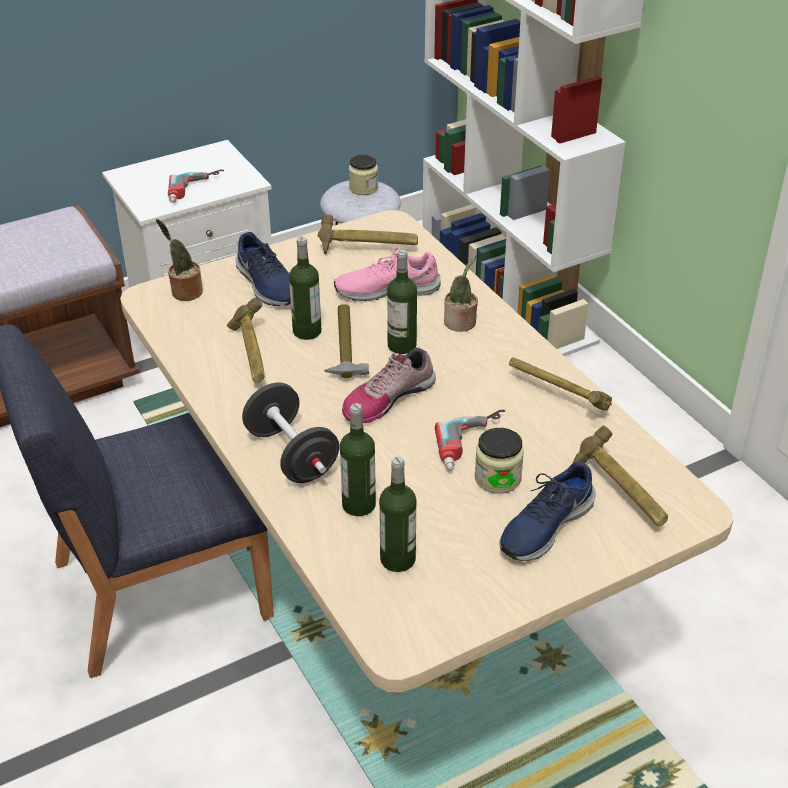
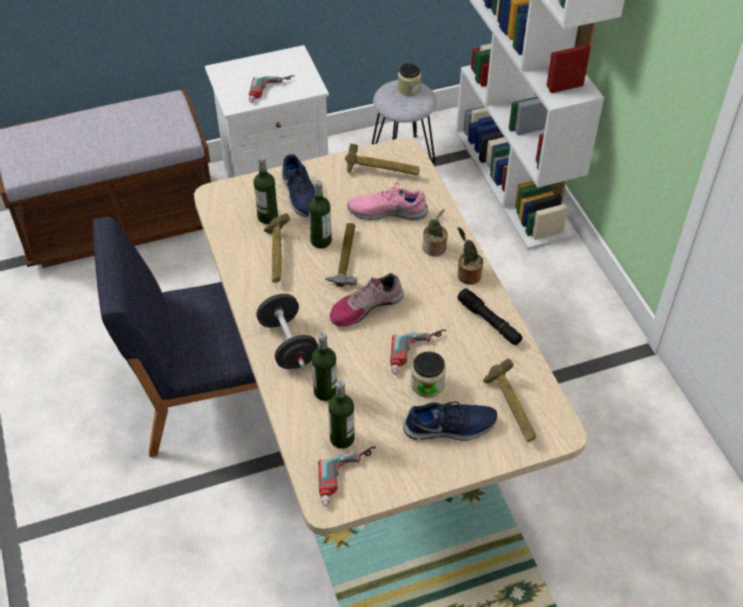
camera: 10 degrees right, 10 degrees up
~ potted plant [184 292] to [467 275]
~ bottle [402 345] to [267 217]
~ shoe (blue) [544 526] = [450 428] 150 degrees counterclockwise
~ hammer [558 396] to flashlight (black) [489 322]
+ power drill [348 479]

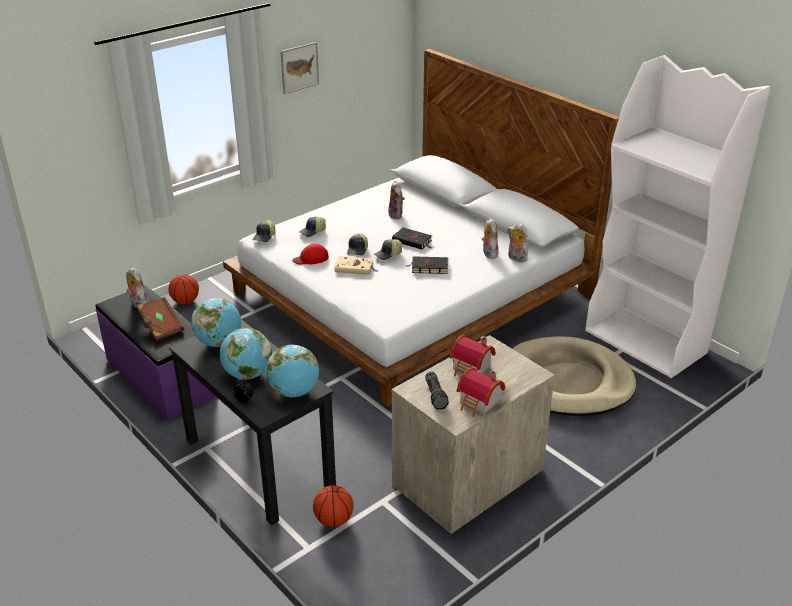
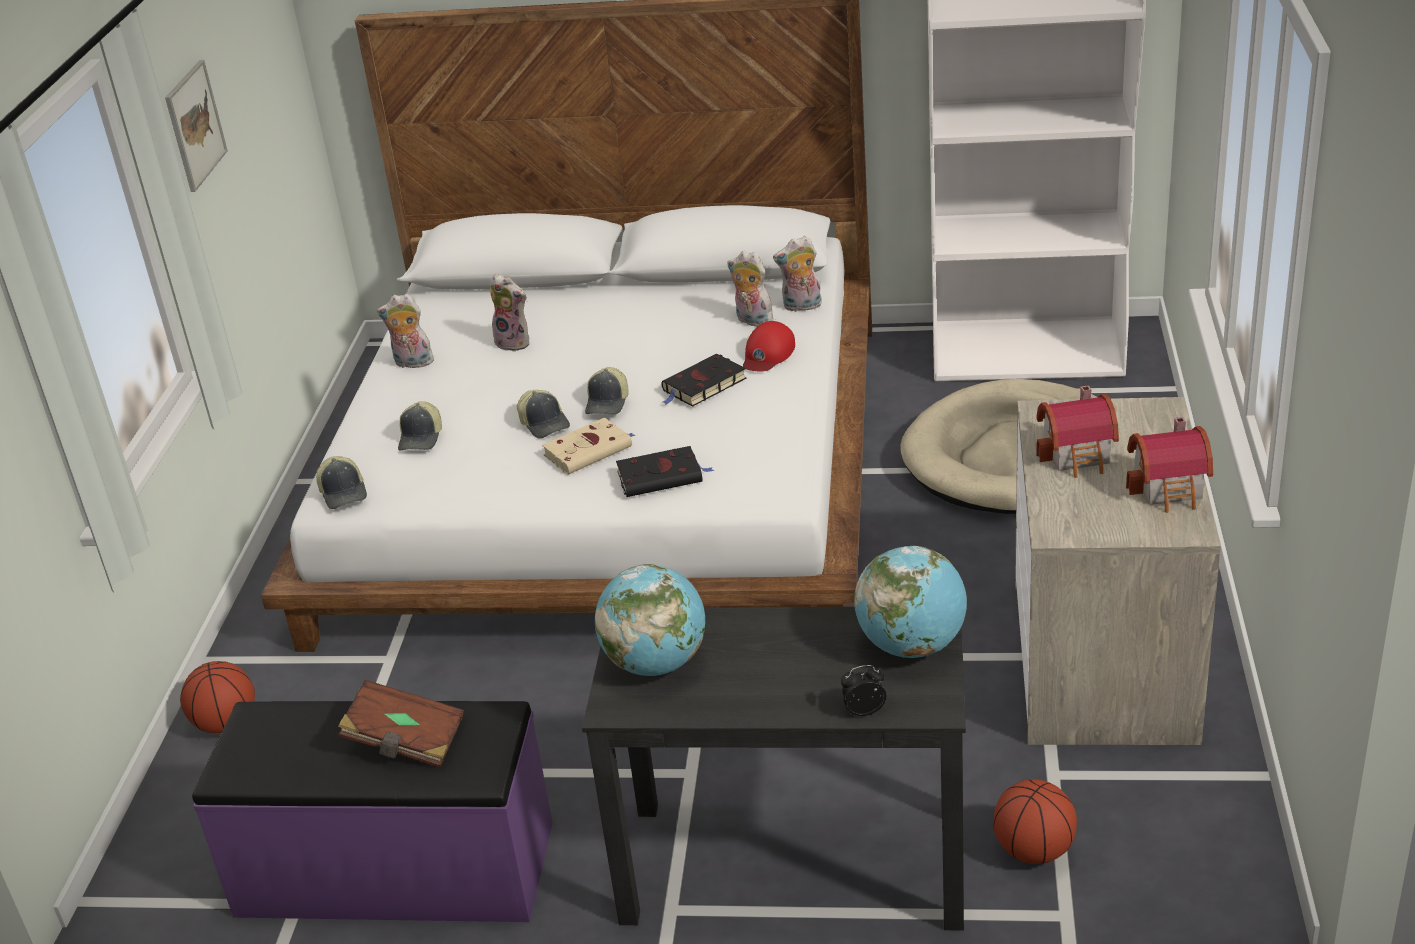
camera: 40 degrees left, 0 degrees up
~ plush toy [138 304] to [412 363]
- globe [247 374]
~ cap (red) [311 258] to [767 354]
~ book (black) [413 241] to [662 476]
- flashlight [436 395]

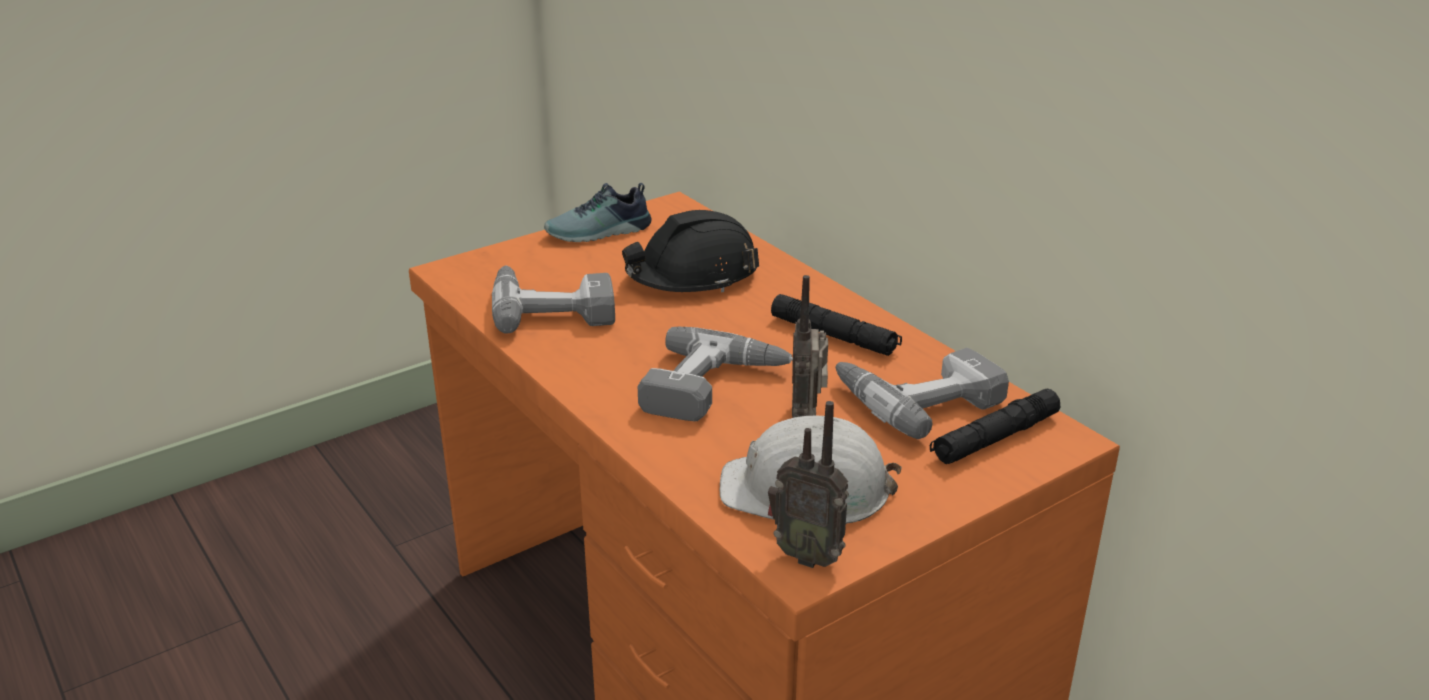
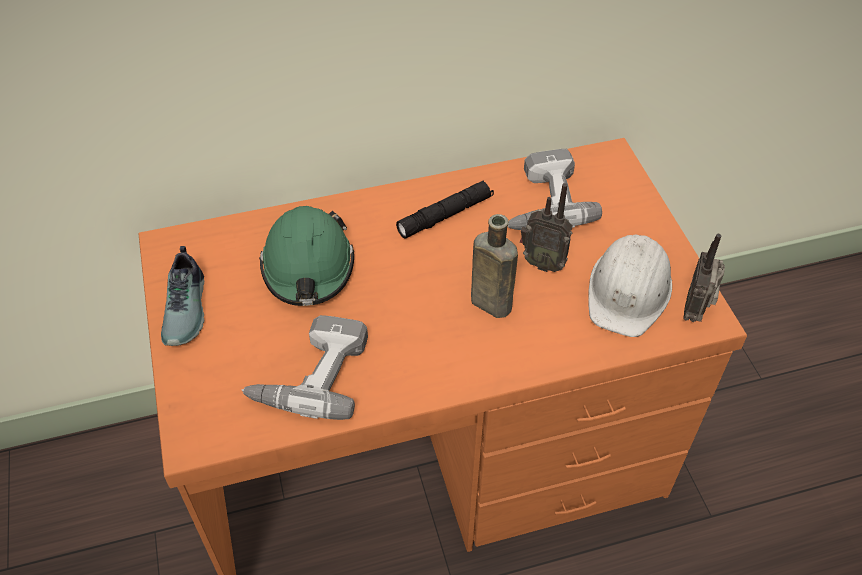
camera: 70 degrees left, 20 degrees up
~ hard hat (black) [692 275] to hard hat (green) [308 267]
~ power drill [714 388] to bottle (brown) [488 302]
~ radio [807 555] = [695 311] 150 degrees clockwise
- flashlight (black) [994 438]

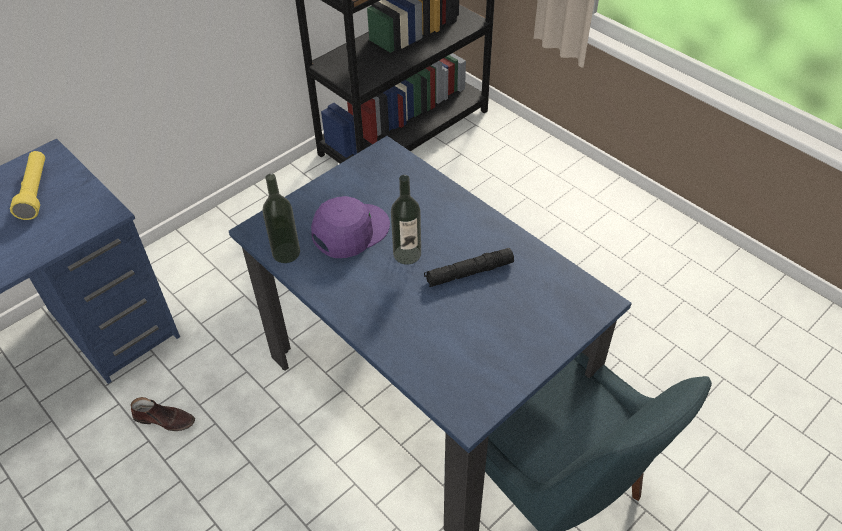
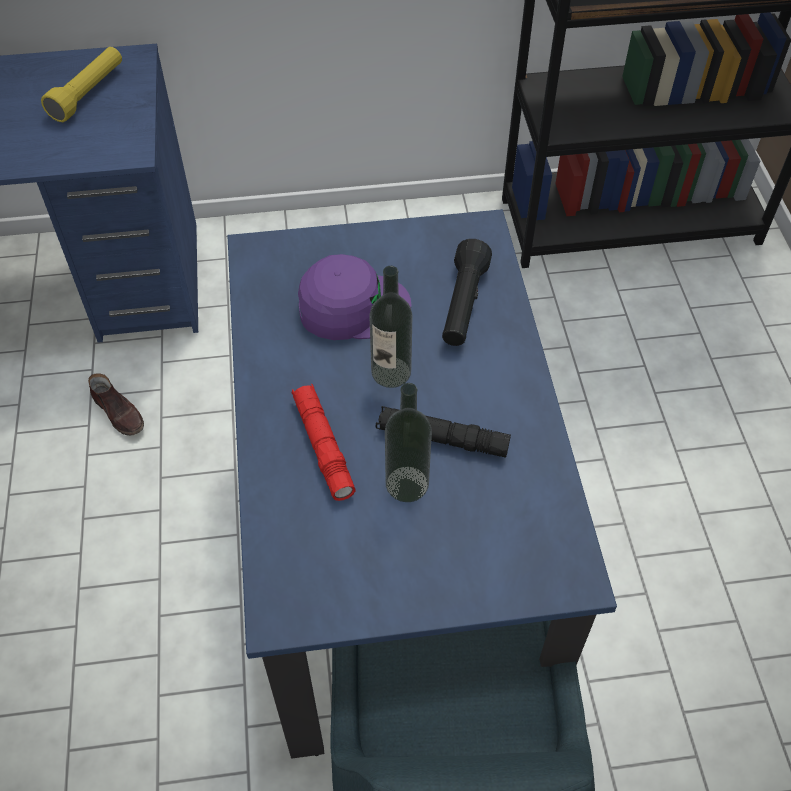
camera: 35 degrees right, 5 degrees up
~ bottle [286 253] to [407 484]
+ flashlight (red) [323 446]
+ flashlight (black) [463 305]

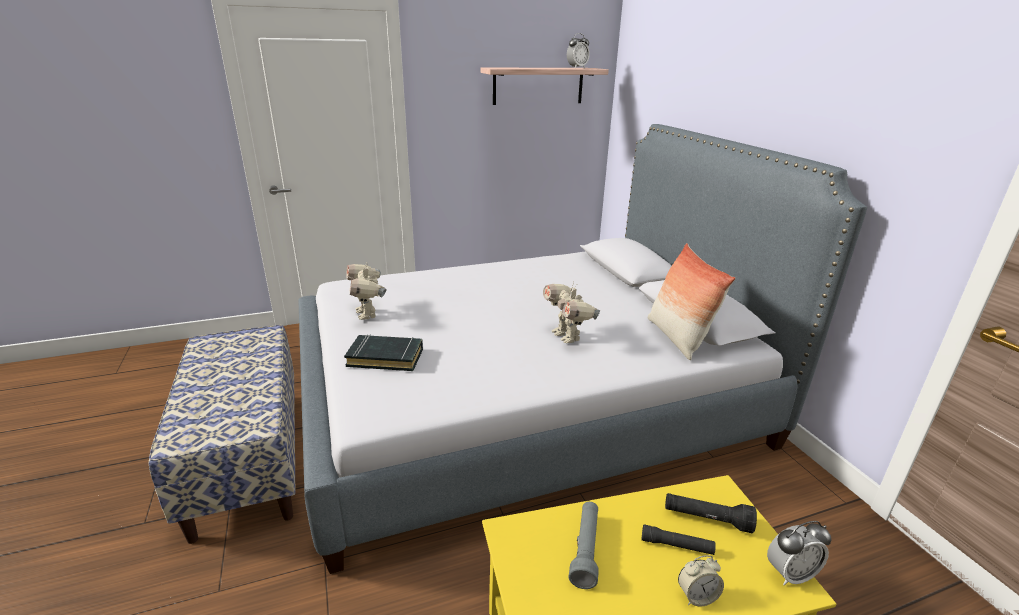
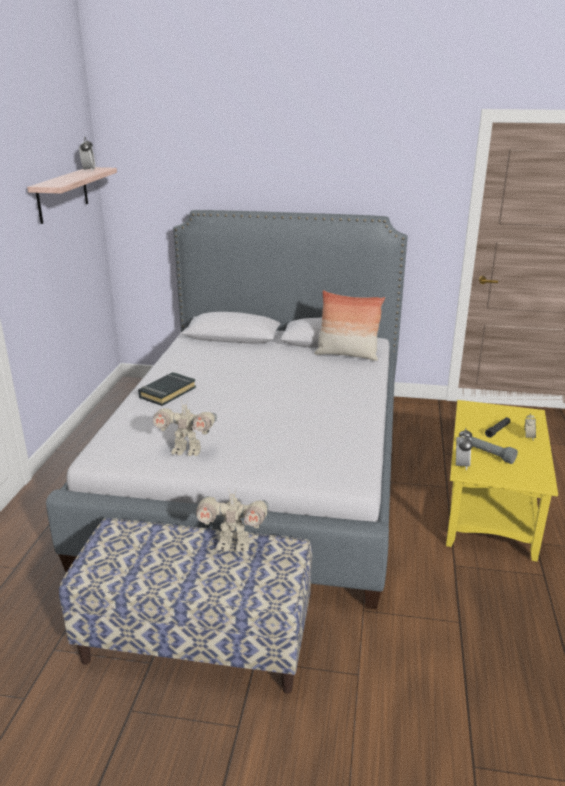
camera: 60 degrees left, 0 degrees up
~ book (black) [385 357] to [167 392]
~ toy robot [567 336] to [233 544]
- flashlight (black) [706 519]
~ alarm clock [790 574] to [461 465]

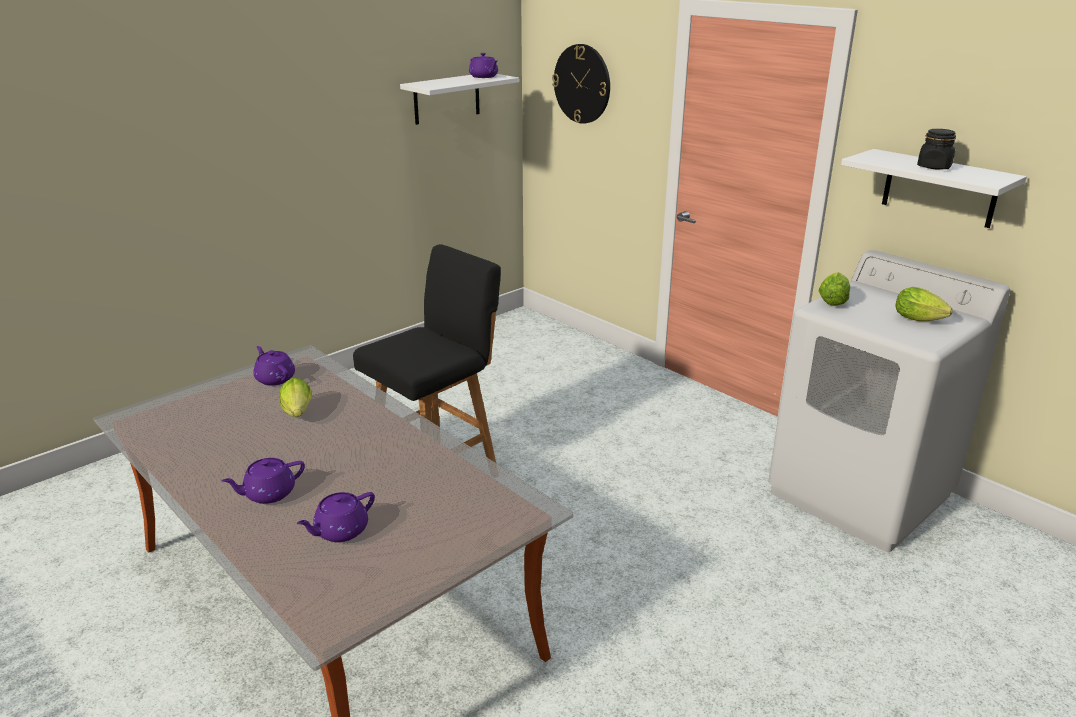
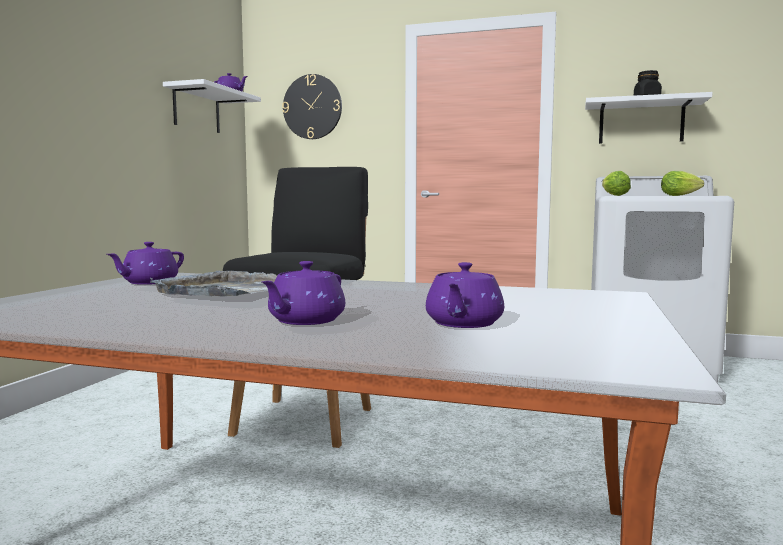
camera: 30 degrees left, 20 degrees down
~ teapot (purple) [275 378] = [149 283] 75 degrees counterclockwise
~ lettuce [298 414] to tray (grey) [227 291]

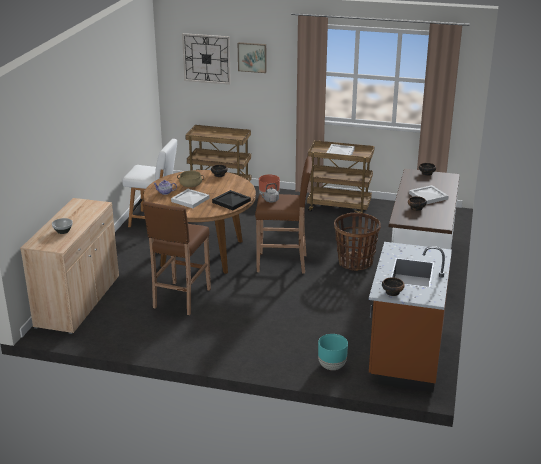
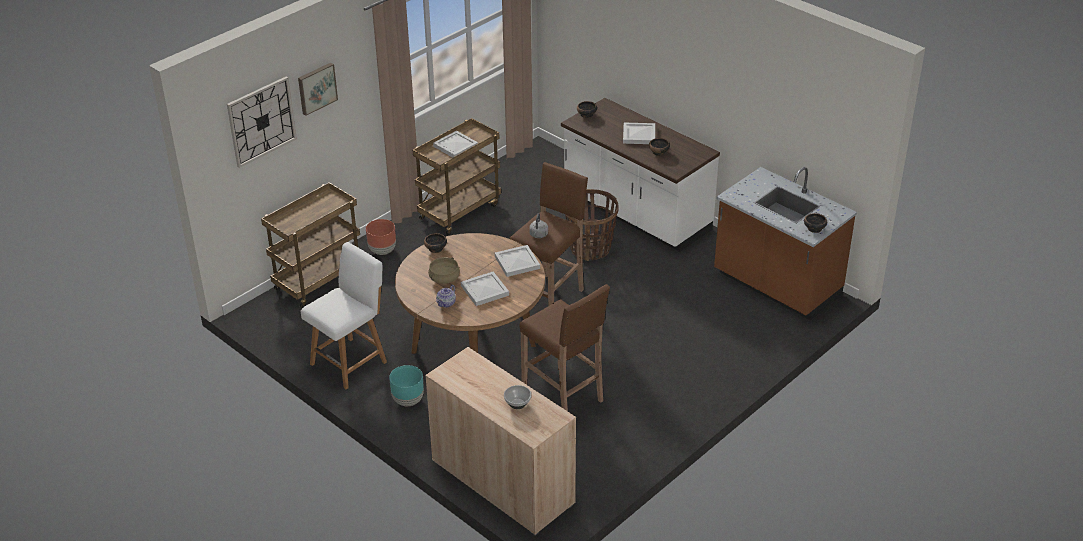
camera: 60 degrees left, 10 degrees up
~ tray (black) [231 202] to tray (white) [518 262]
~ planter (turquoise) [332 366] to [408 400]

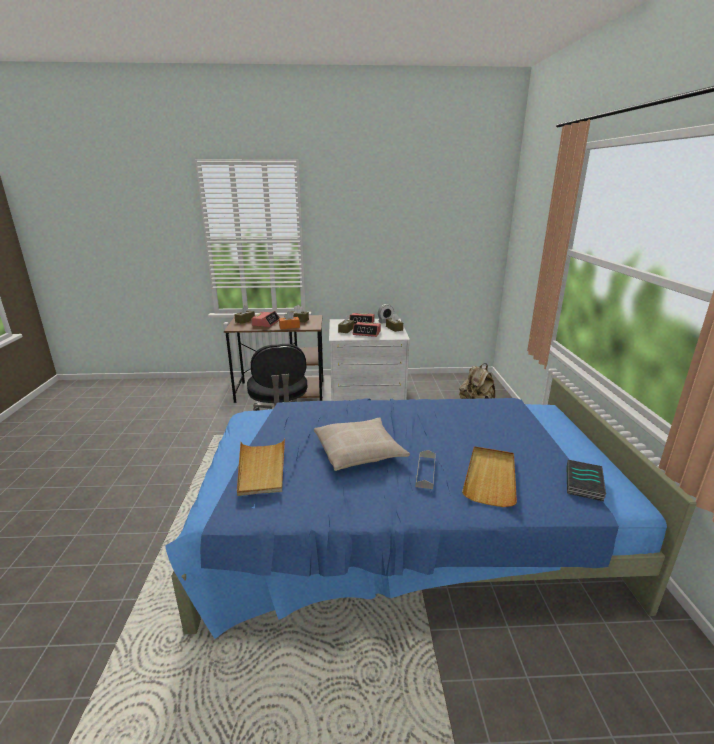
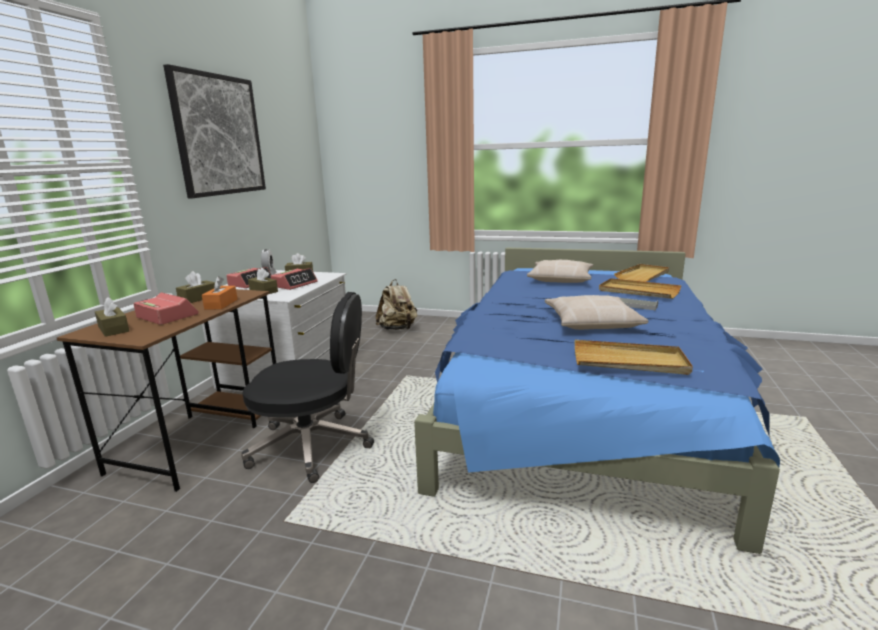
camera: 70 degrees left, 5 degrees down
~ book [585 484] to tray (beige) [643 276]
+ picture [219 135]
+ pillow (beige) [560 279]

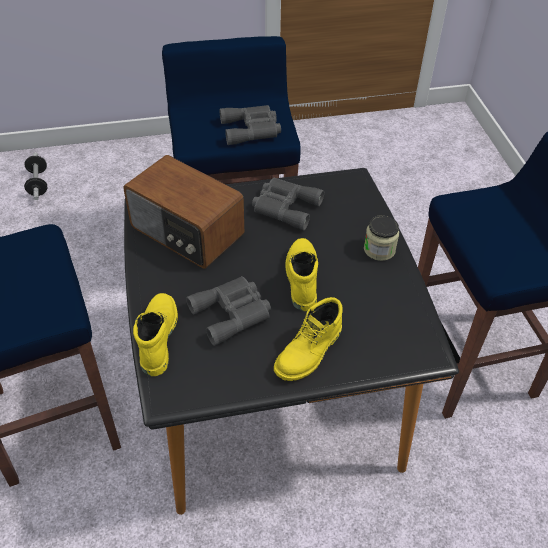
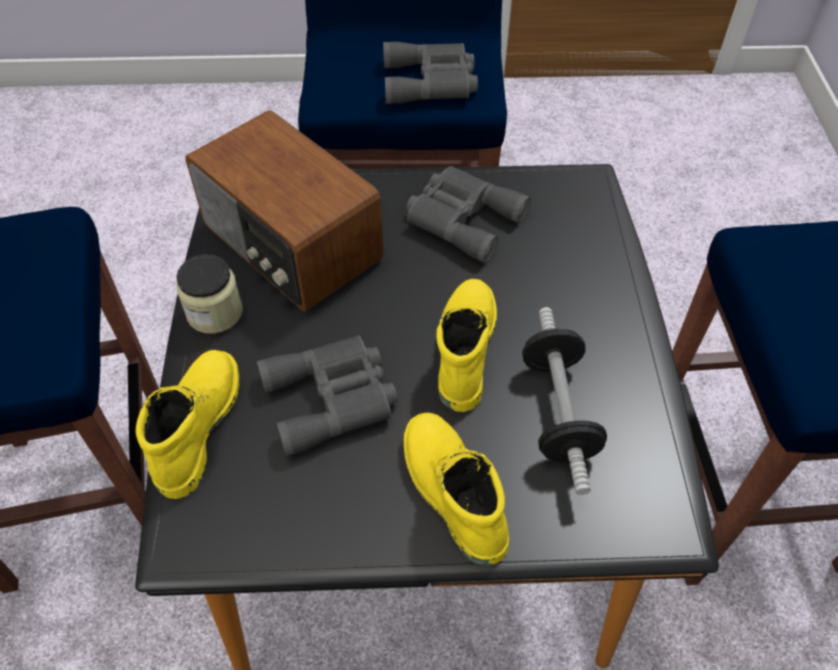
camera: 10 degrees right, 5 degrees up
~ dumbbell [38 183] to [558 411]
~ boot (yellow) [309 353] = [450 492] 105 degrees clockwise
~ jar [379 249] to [215 312]

